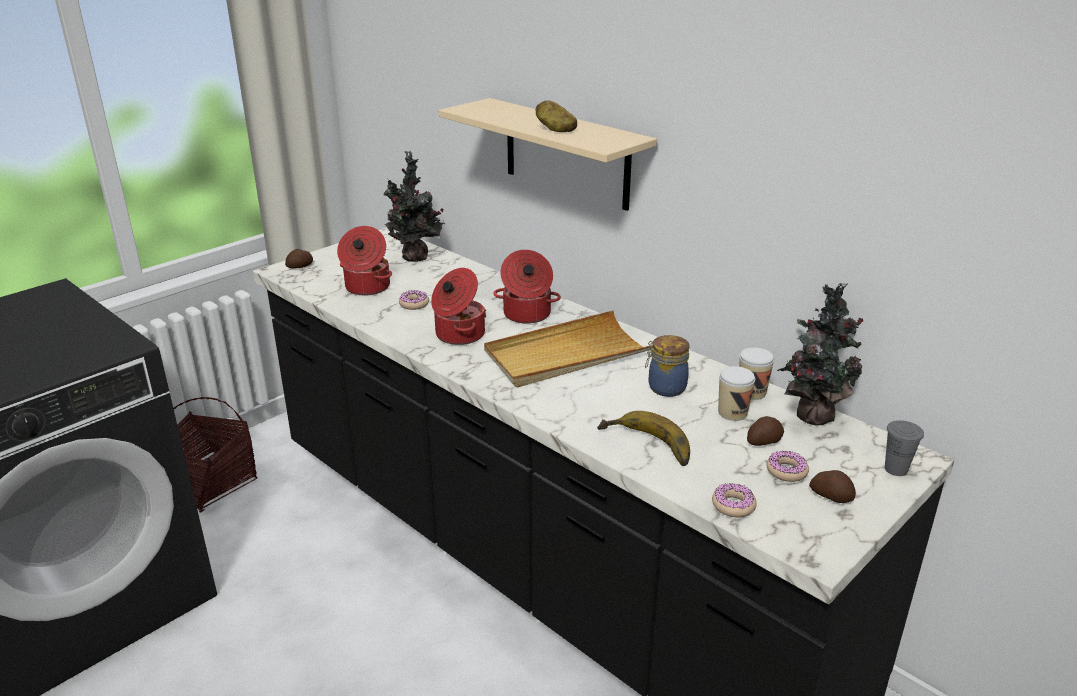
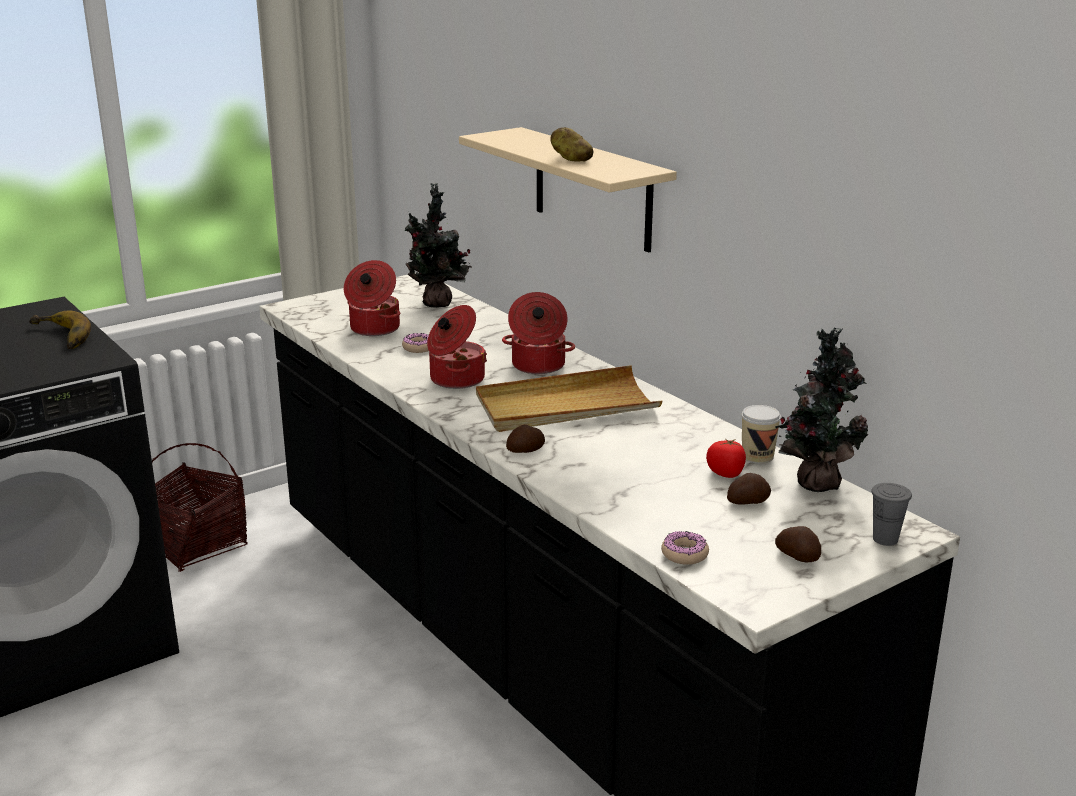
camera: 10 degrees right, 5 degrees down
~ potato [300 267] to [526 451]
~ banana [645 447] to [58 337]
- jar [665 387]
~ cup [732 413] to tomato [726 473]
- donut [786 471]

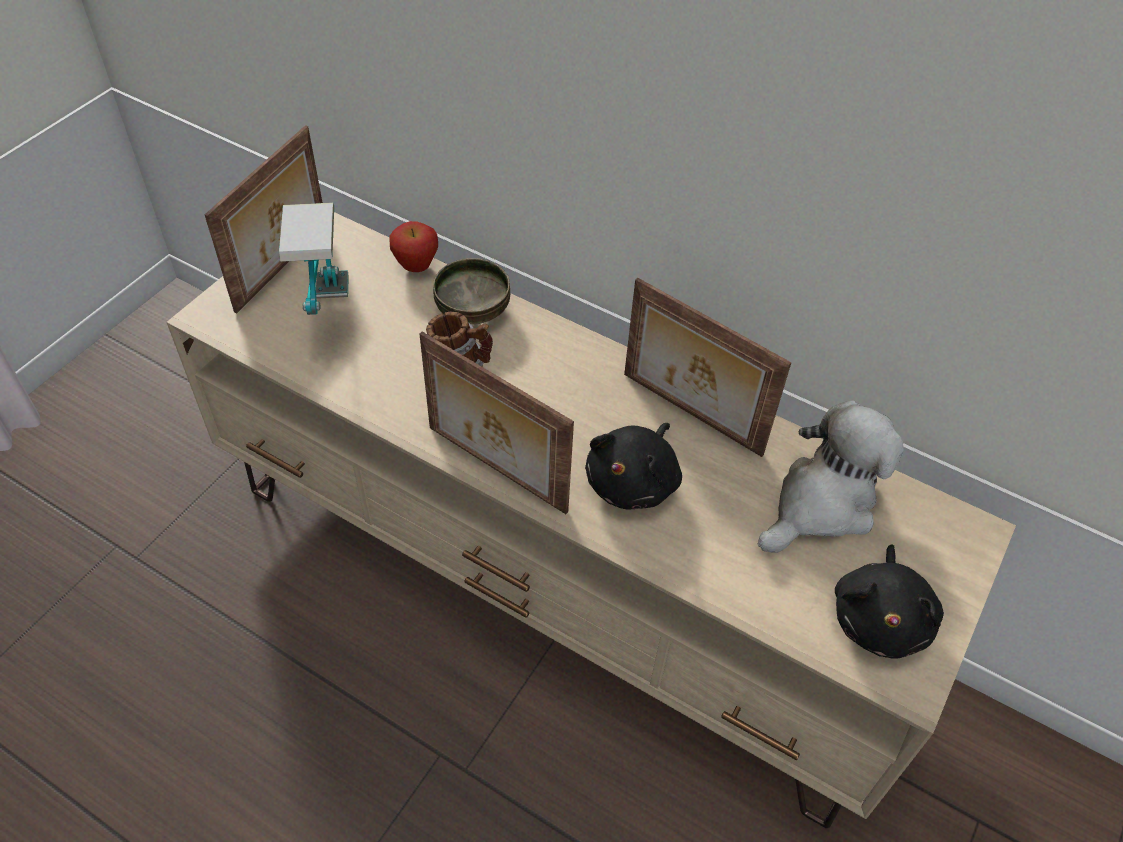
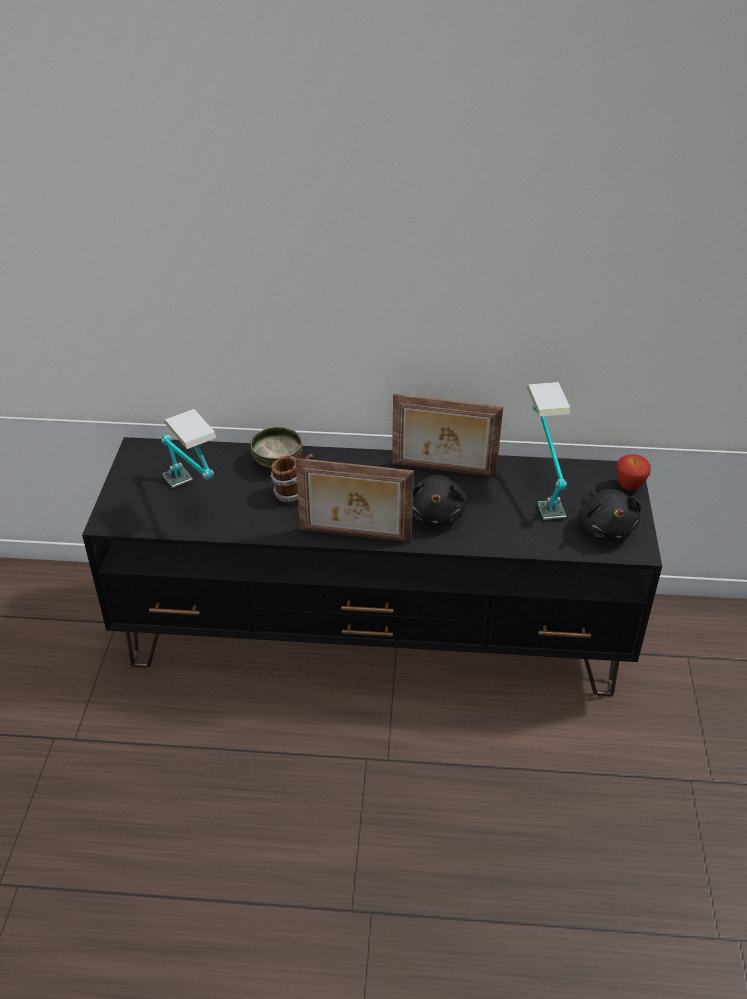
camera: 25 degrees left, 10 degrees down
~ tv stand (beige) [557 581] to tv stand (black) [375 635]
- picture frame [284 267]
~ apple [416 268] to [629 487]
~ plush toy [821 503] to table lamp [542 487]

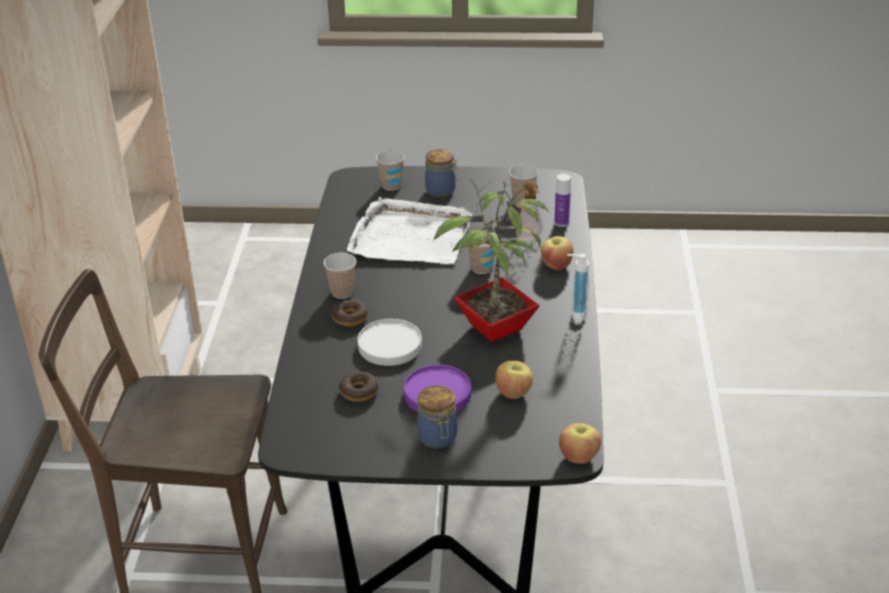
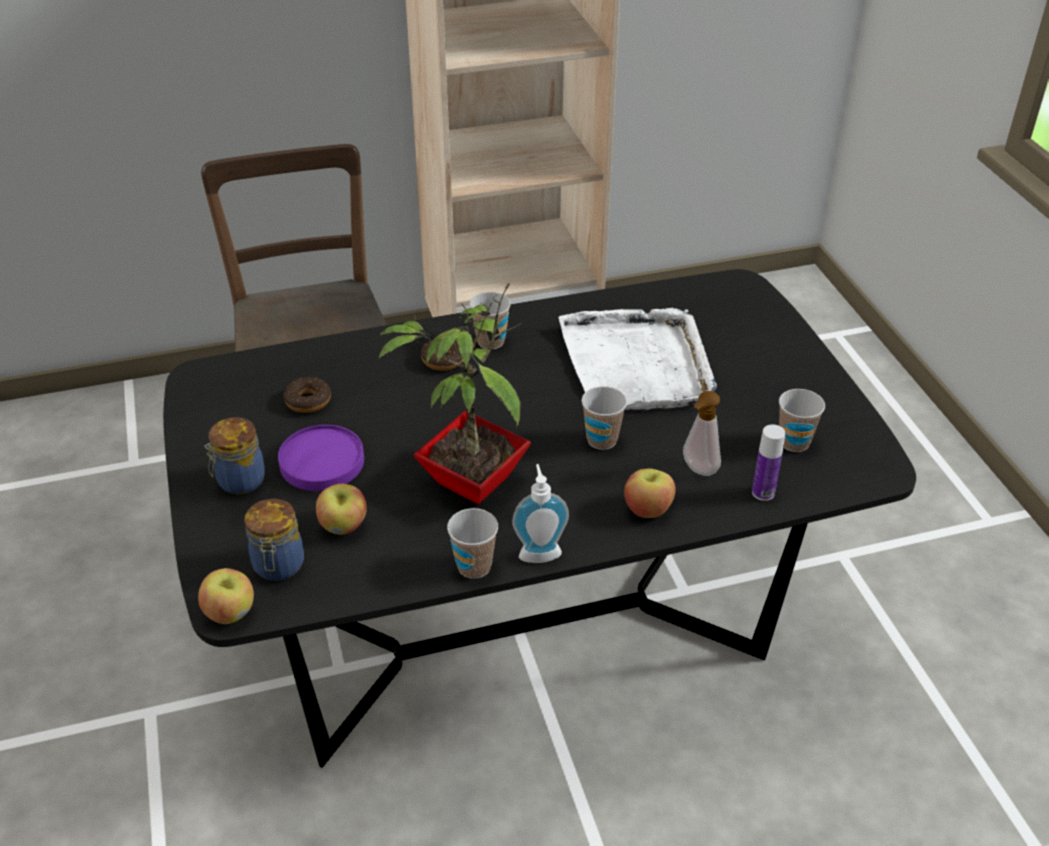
camera: 70 degrees right, 5 degrees up
- plate (white) [389 346]
~ cup [391 185] to [474 566]
~ jar [442 191] to [278 566]

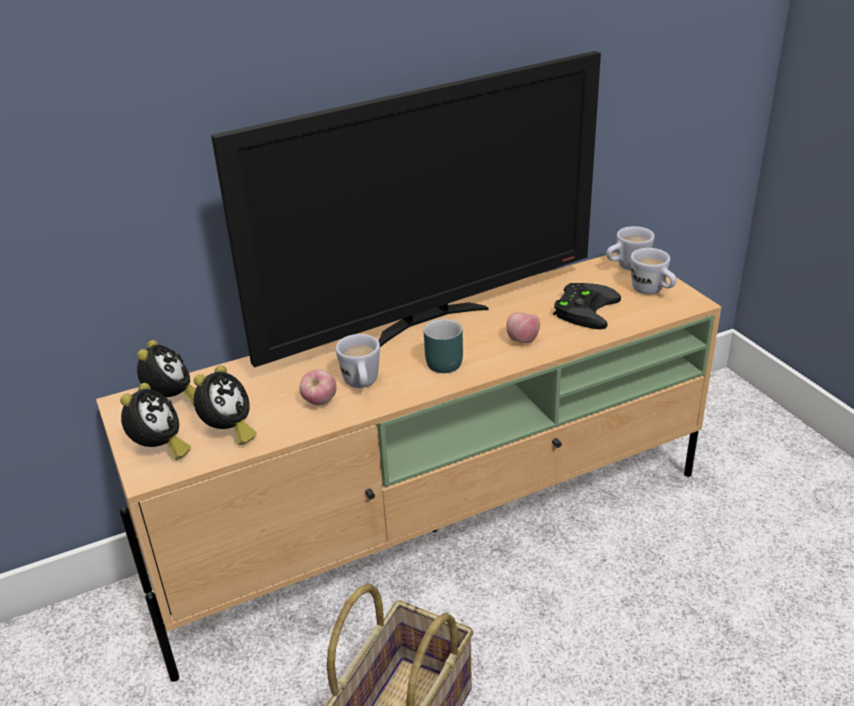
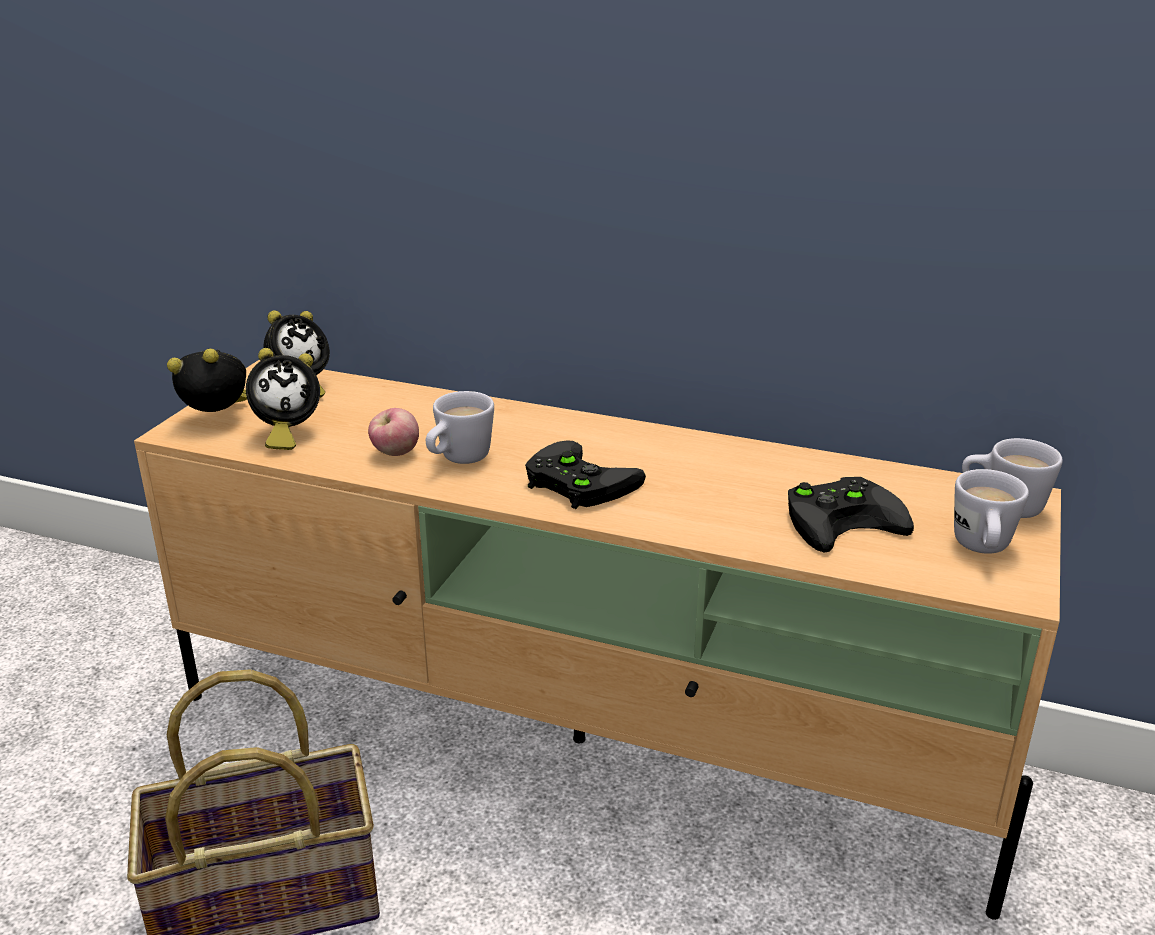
camera: 45 degrees right, 5 degrees down
~ alarm clock [159 449] = [219 418] 150 degrees counterclockwise
- television [429 321]
~ mug (turquoise) [443 360] to game controller (black) [575 482]
- apple [522 340]

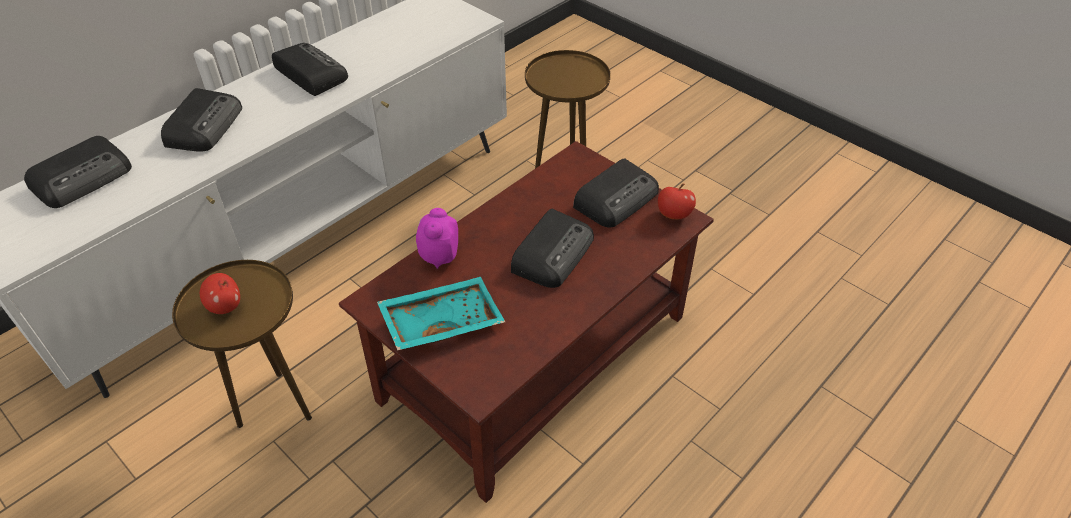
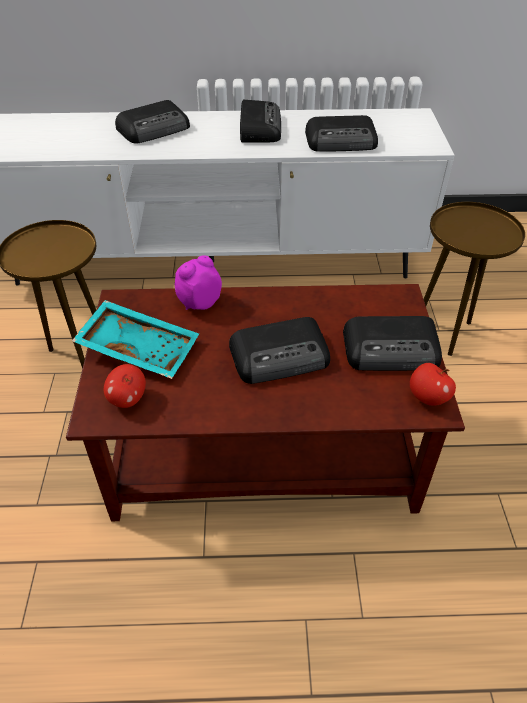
camera: 45 degrees right, 0 degrees up
~ radio [84 178] to [342 141]
~ apple [225 306] to [127 399]

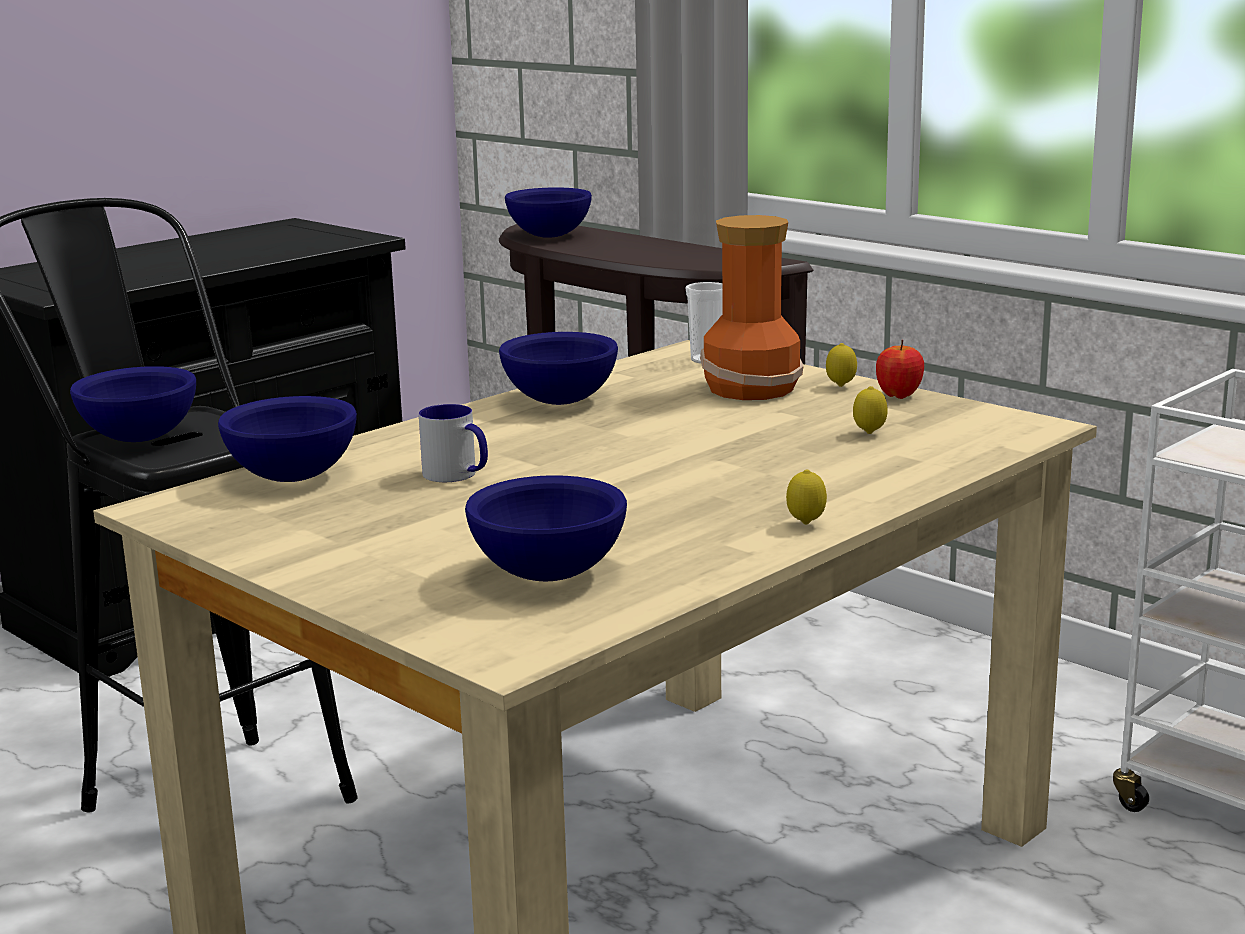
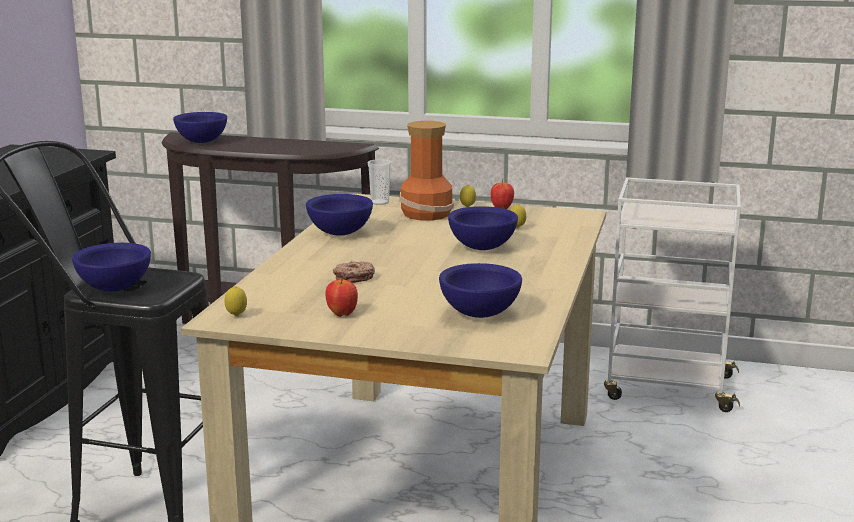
camera: 30 degrees left, 0 degrees up
~ bowl (blue) [295 476] to [483 247]
~ mug [457 475] to donut [354 277]
~ lemon [806 524] to [236 316]
+ apple [342 314]

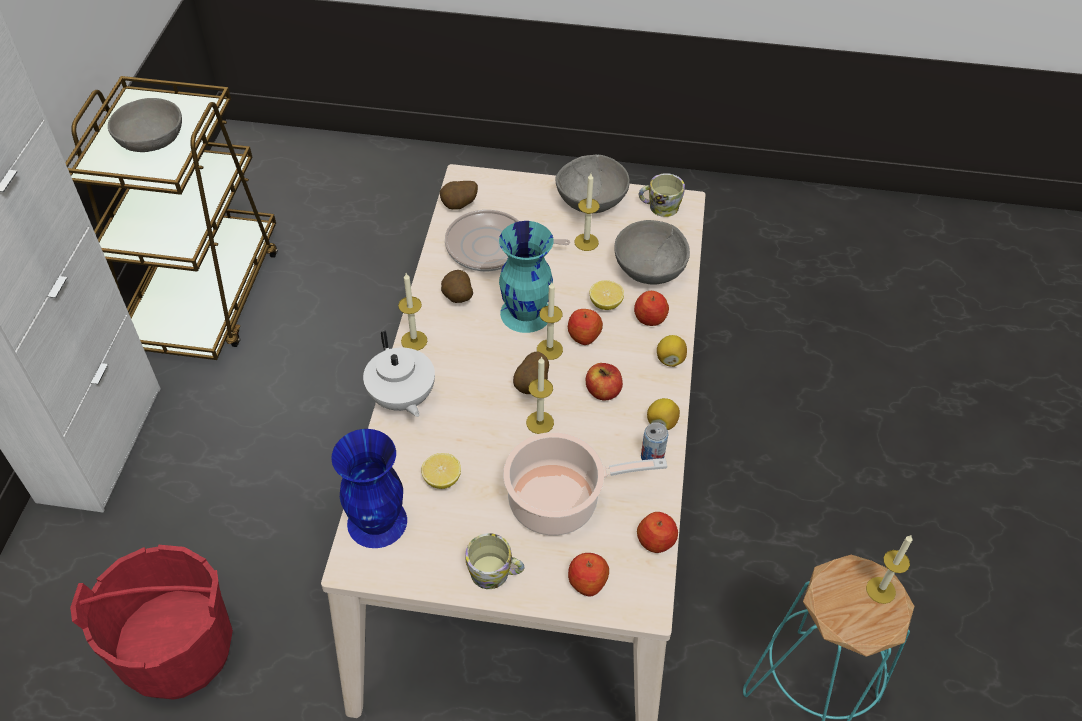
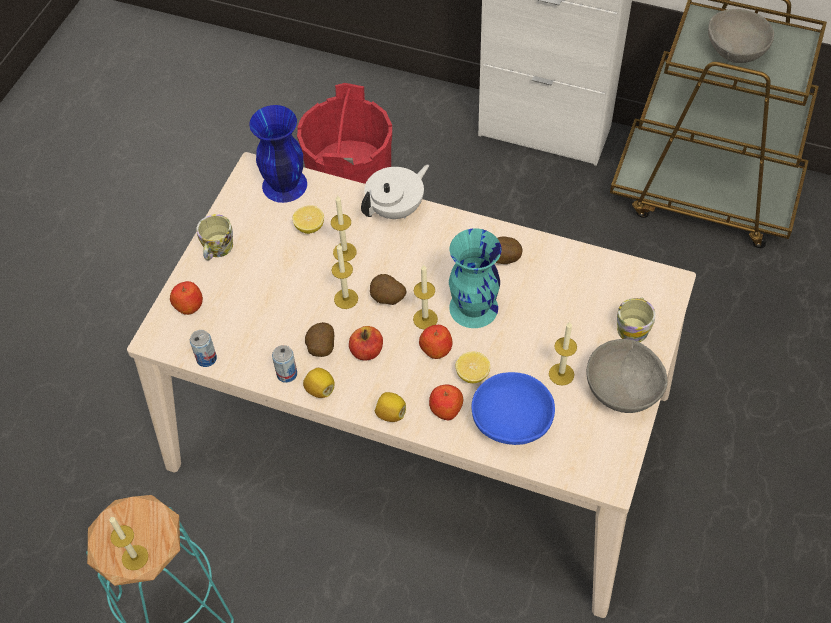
camera: 105 degrees right, 5 degrees up
~ teapot (white) [401 398] = [396 209] 150 degrees clockwise
~ candle [414 341] to [344 252]
~ potato [459 206] to [320 349]
- frying pan [492 247]
- cooking pot [560 501]
~ bowl (grey) [649 269] to bowl (blue) [512 423]
~ apple [656 541] to can [206 358]
~ mug [659 207] to [633 326]

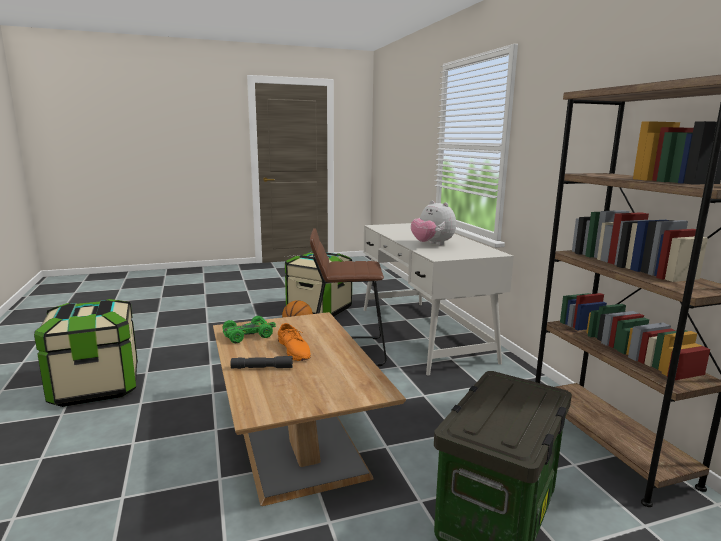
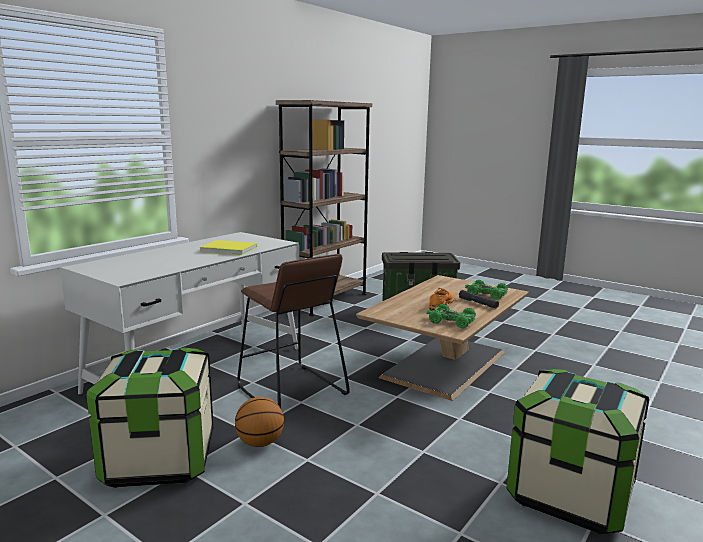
camera: 125 degrees left, 0 degrees up
~ plush toy [432 244] to book (yellow) [228 249]
+ toy car (green) [486 294]

